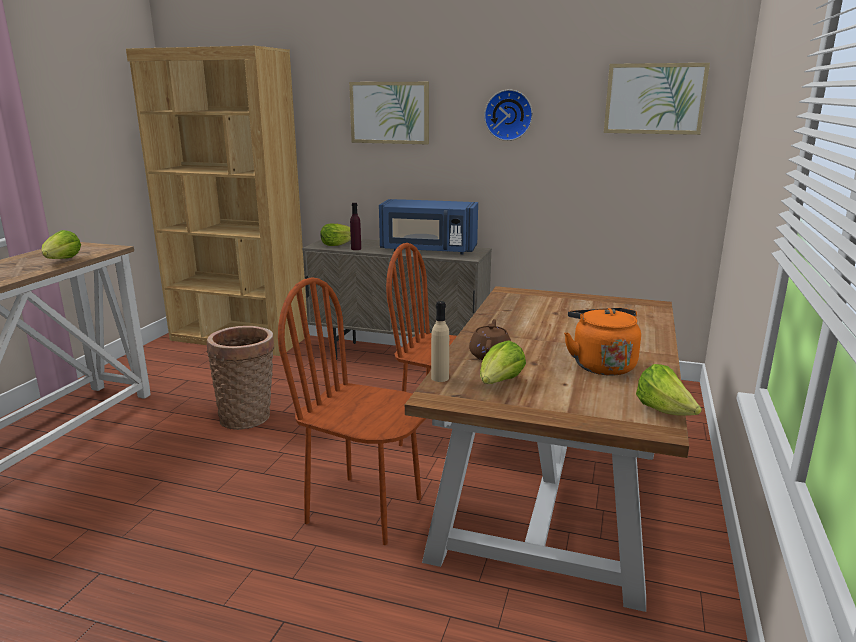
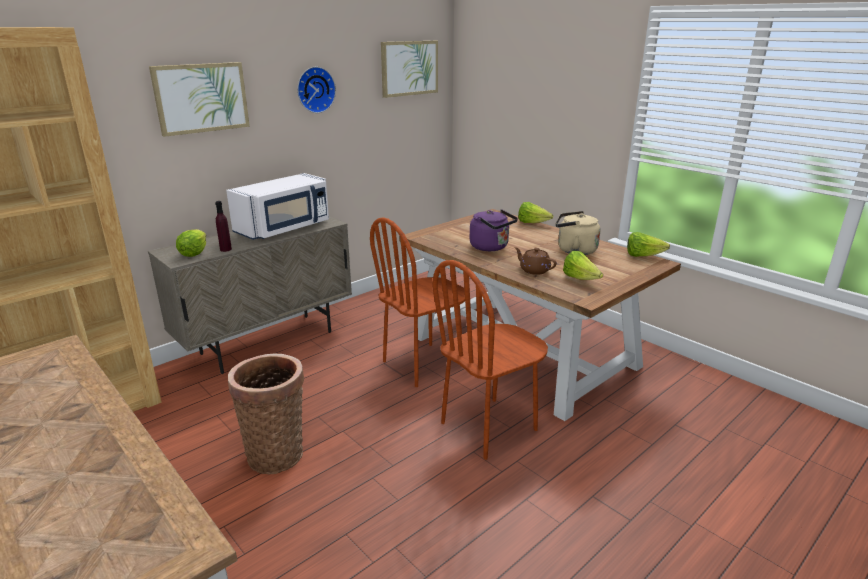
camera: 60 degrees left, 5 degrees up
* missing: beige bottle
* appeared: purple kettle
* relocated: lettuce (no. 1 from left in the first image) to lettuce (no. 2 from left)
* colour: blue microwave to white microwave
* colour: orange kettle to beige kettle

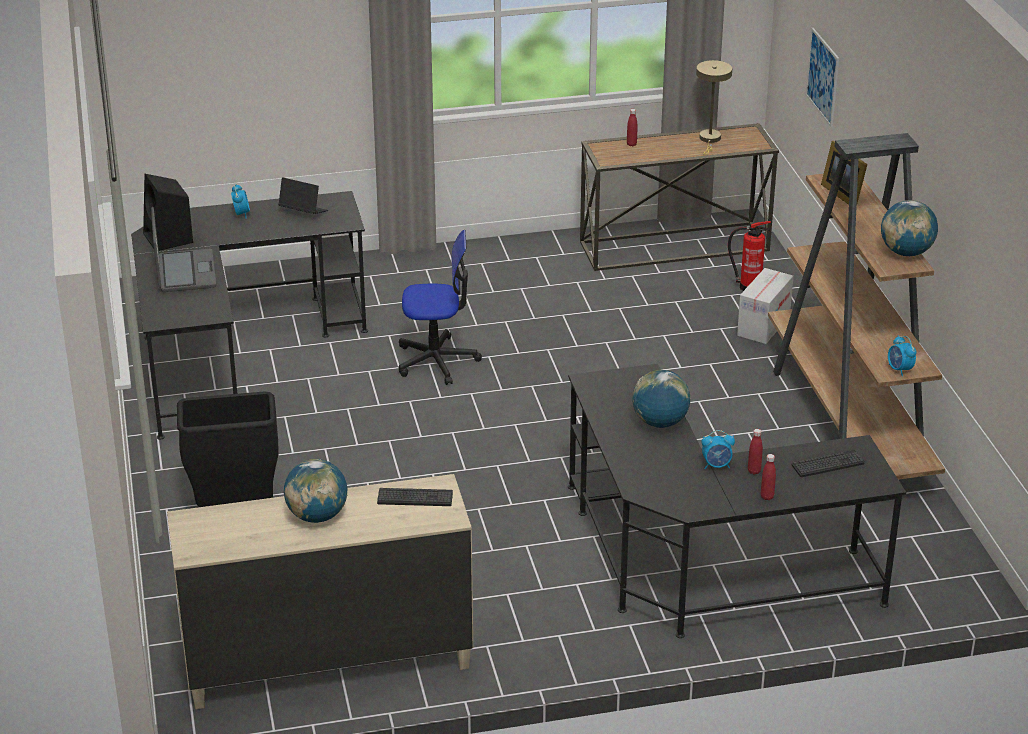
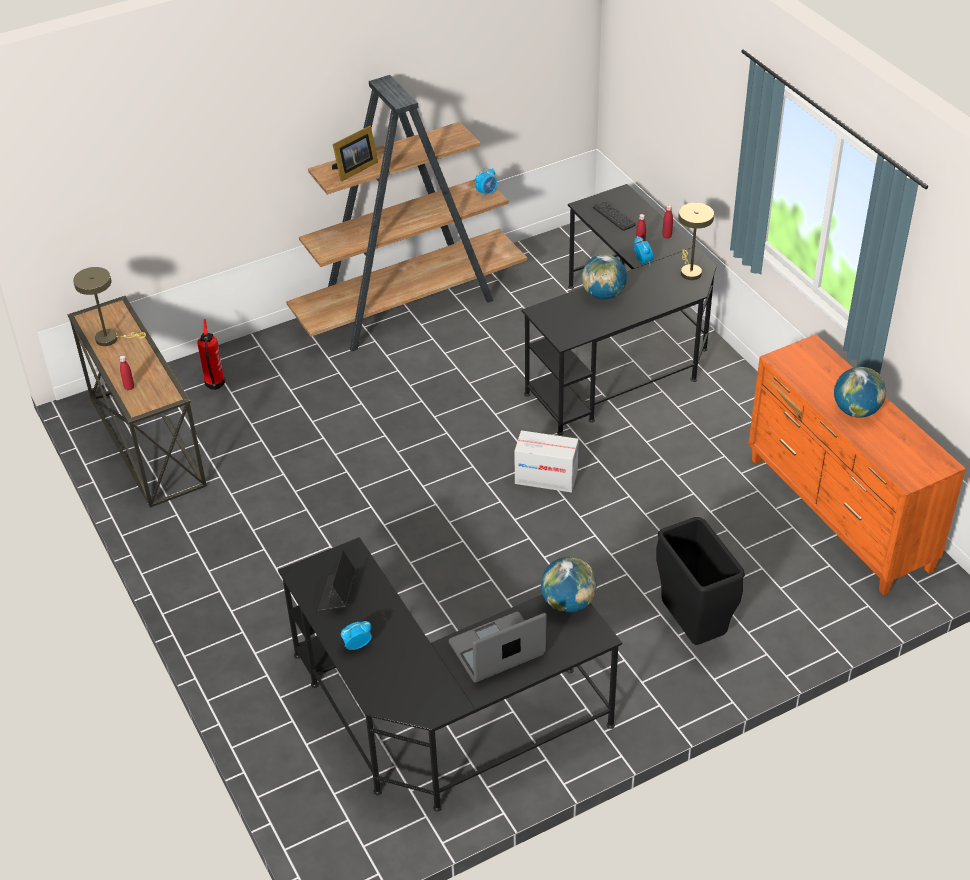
camera: 105 degrees left, 10 degrees up
* missing: black speaker
* missing: keyboard (no. 1 from left)
* missing: office chair
* missing: picture
* appeared: beige table lamp (no. 2 from left)
* relocated: cardboard box
* relocated: globe (no. 3 from left in the first image) to globe (no. 1 from left)
* colour: beige dresser to orange dresser

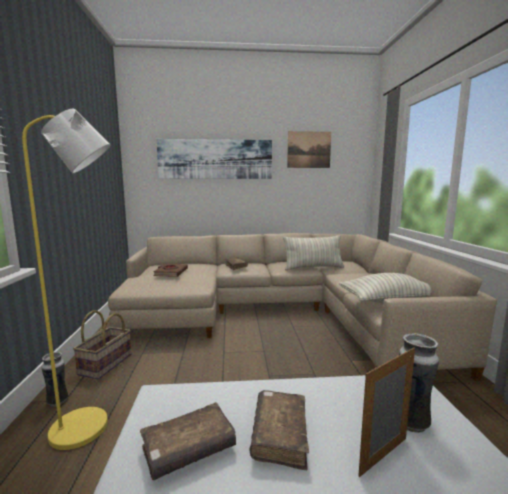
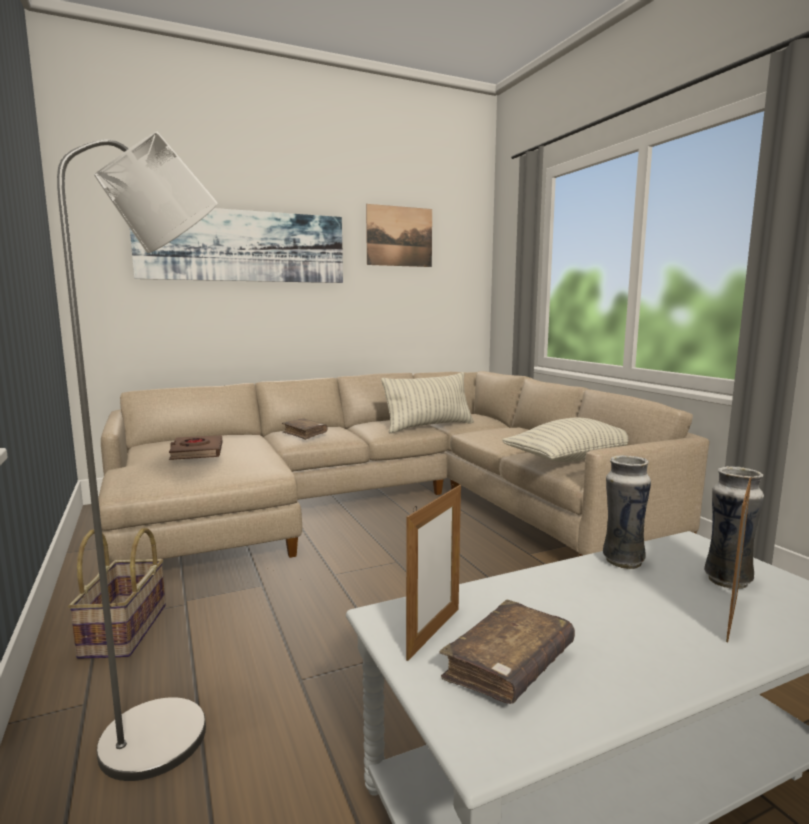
camera: 20 degrees left, 0 degrees up
* missing: brown book (no. 4 from left)
* appeared: picture frame (no. 1 from left)
* relocated: vase (no. 1 from left)
* colour: yellow floor lamp to grey floor lamp

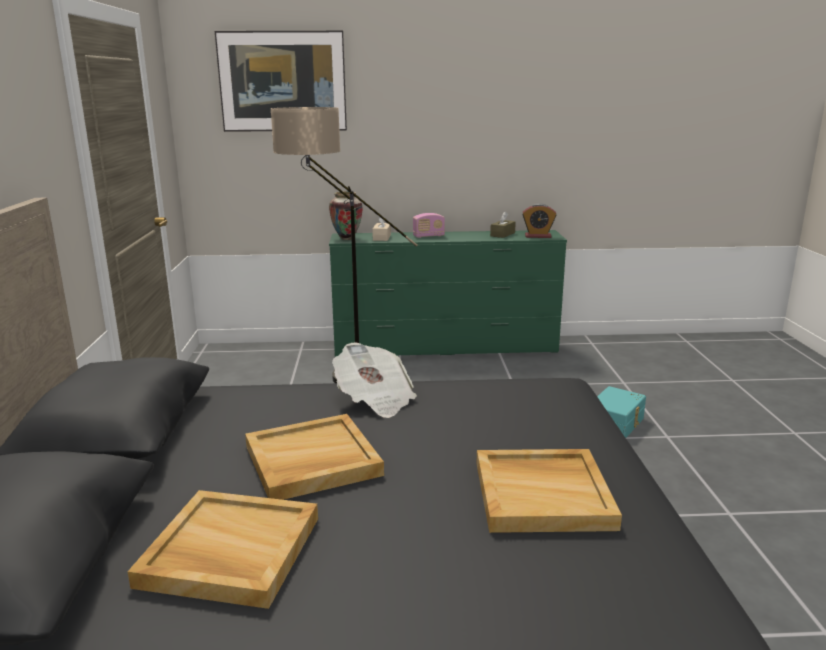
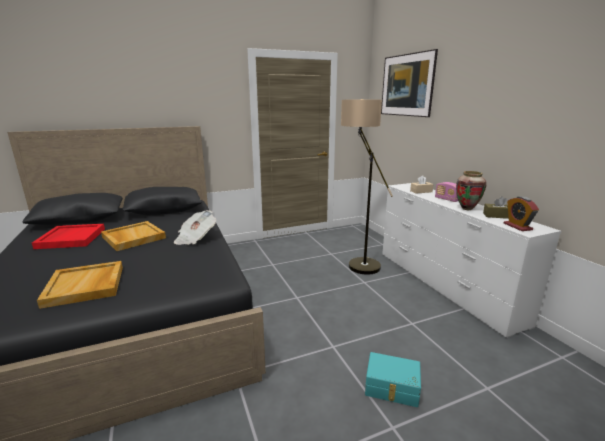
camera: 70 degrees right, 0 degrees up
* relocated: vase
* colour: beige tray (no. 1 from left) to red tray
* colour: green dresser to white dresser

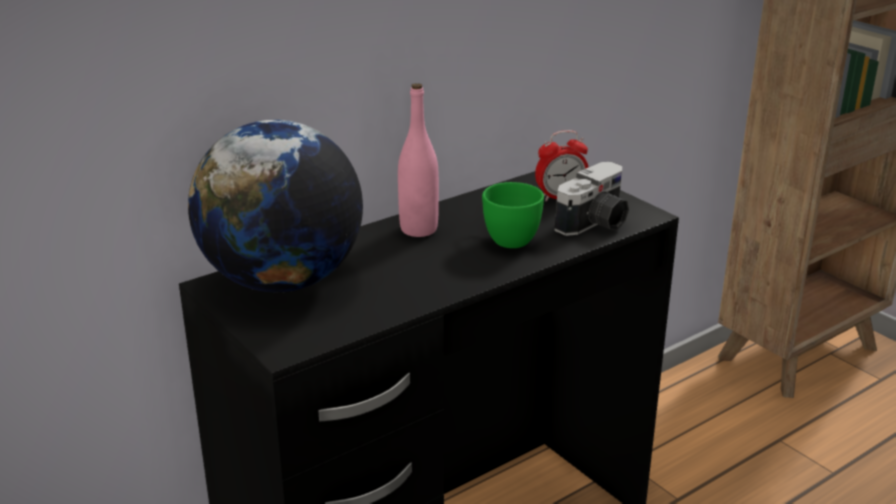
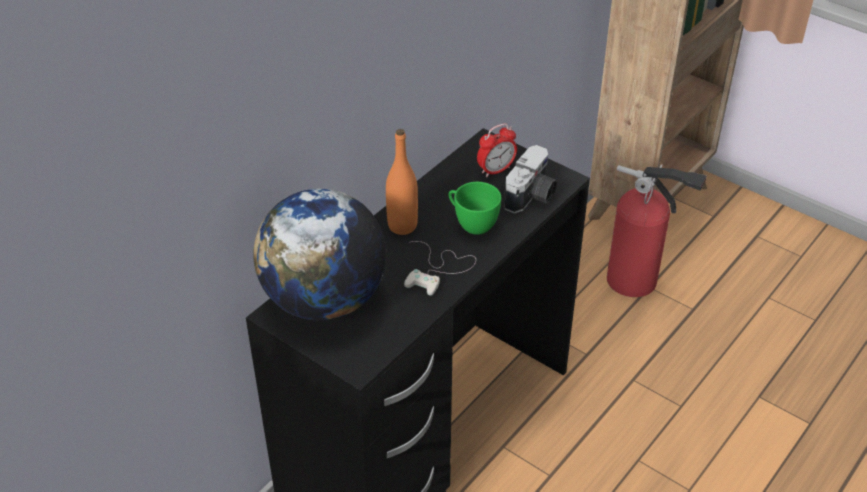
camera: 15 degrees left, 15 degrees up
* appeared: white game controller
* appeared: fire extinguisher
* colour: pink bottle to orange bottle

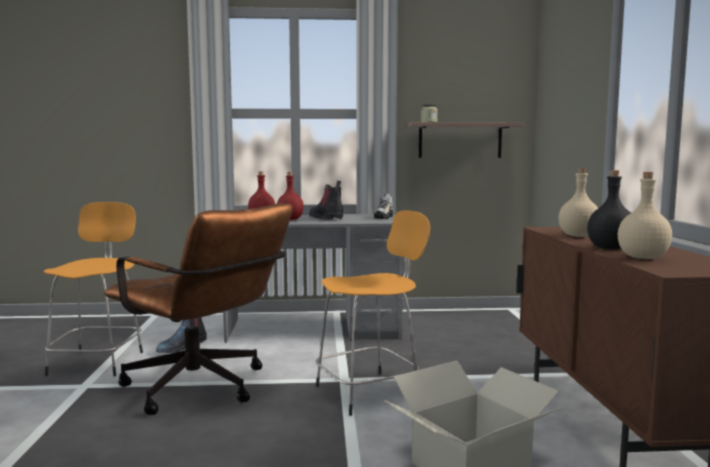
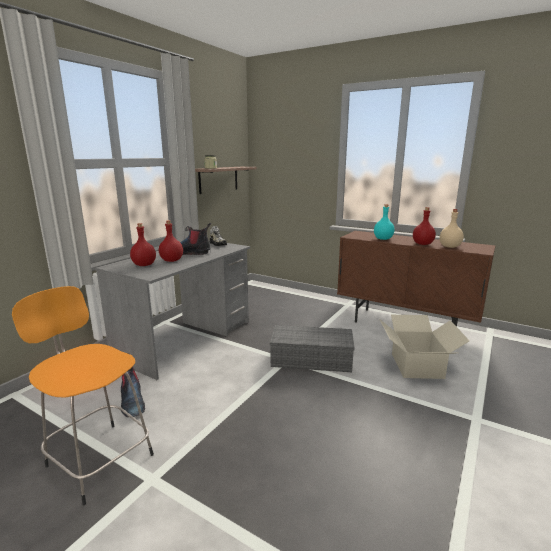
camera: 55 degrees left, 10 degrees up
* missing: brown office chair
* exchanged: orange stool (no. 2 from left) to grey storage box
* colour: beige bottle (no. 1 from left) to turquoise bottle
* colour: black bottle to red bottle (no. 3 from left)

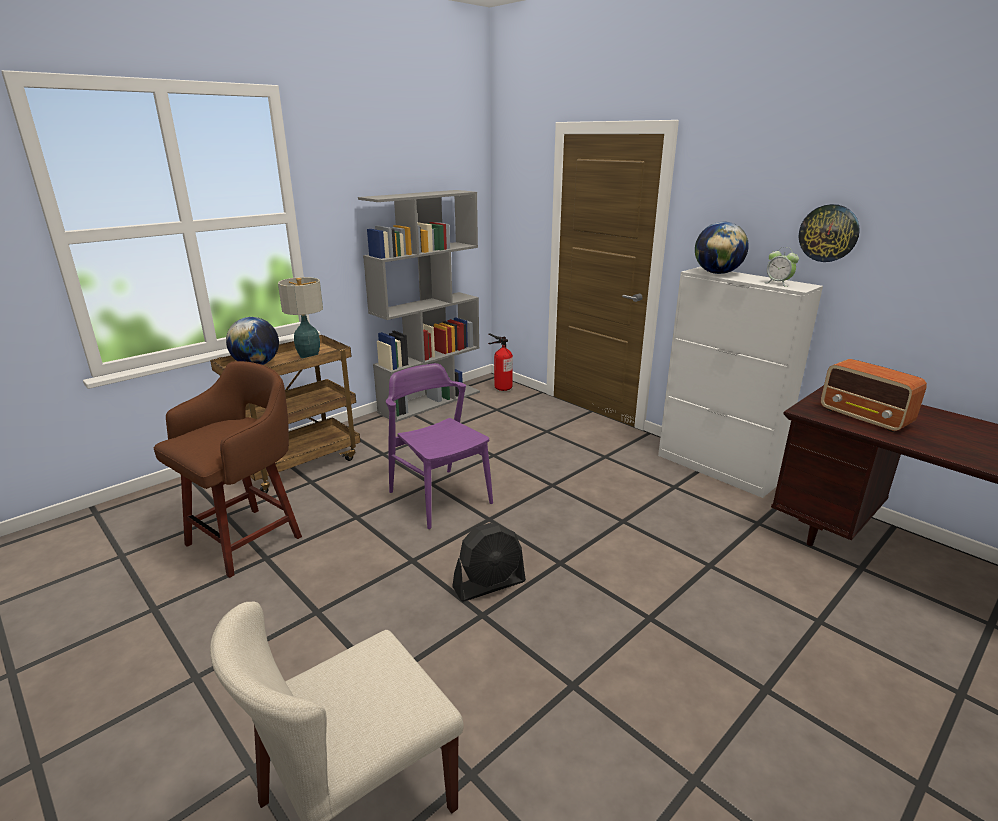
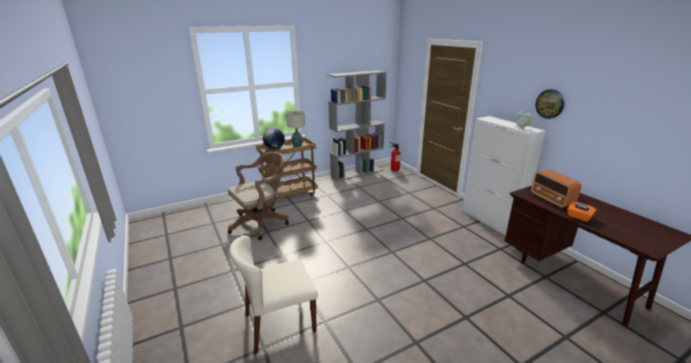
camera: 15 degrees right, 0 degrees up
* missing: purple chair
* missing: black fan
* missing: globe (no. 2 from left)
* appeared: orange tissue box
* exchanged: brown stool to brown office chair

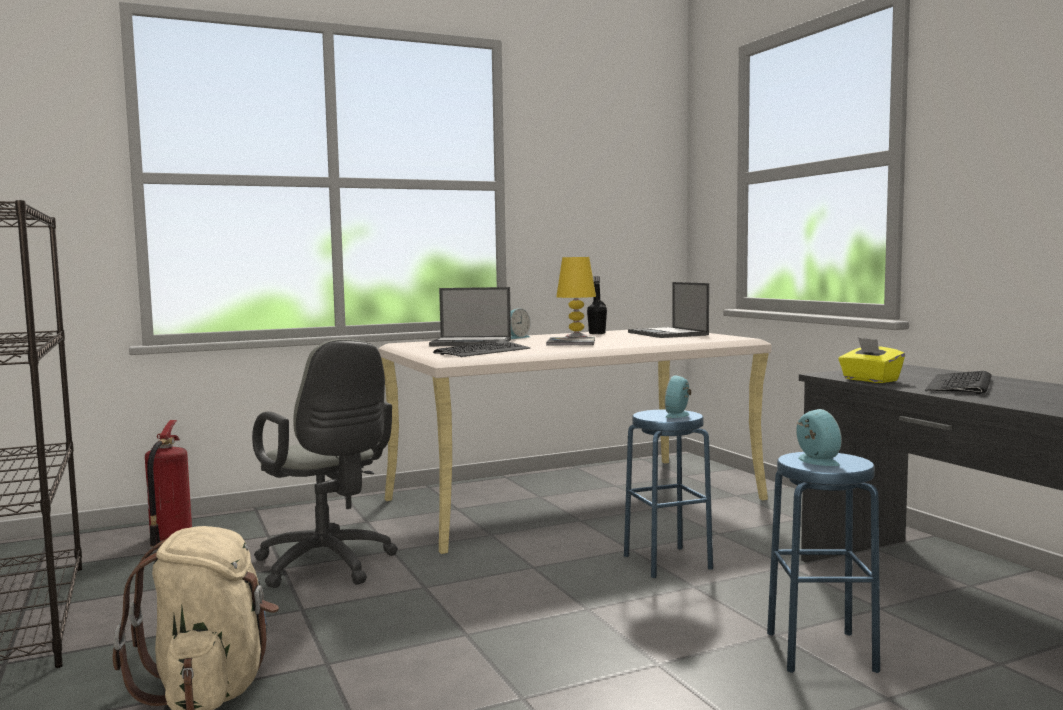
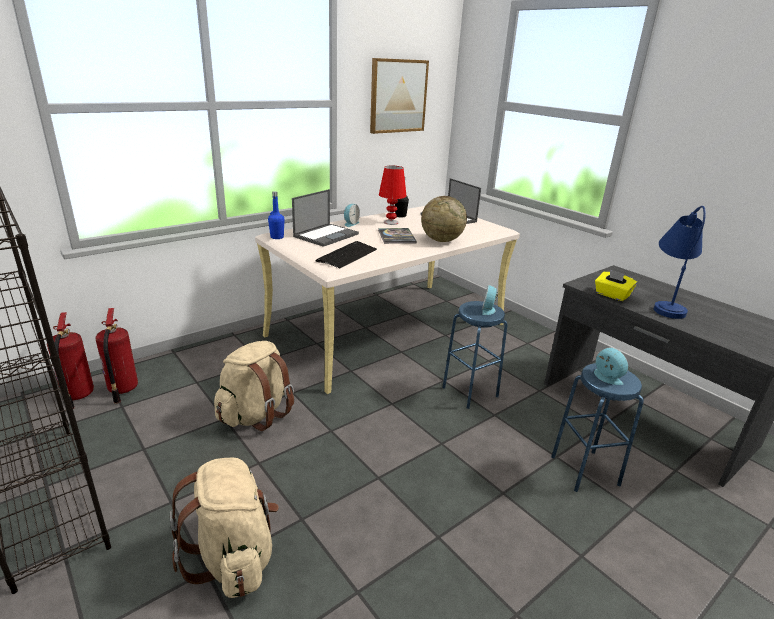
camera: 15 degrees left, 20 degrees up
* appeared: fire extinguisher (no. 1 from left)
* appeared: blue bottle
* appeared: picture
* appeared: globe
* exchanged: grey office chair to beige backpack (no. 2 from left)
* exchanged: keyboard (no. 2 from left) to blue table lamp
* colour: yellow table lamp to red table lamp
* spun: laptop (no. 1 from left) 45 degrees counterclockwise

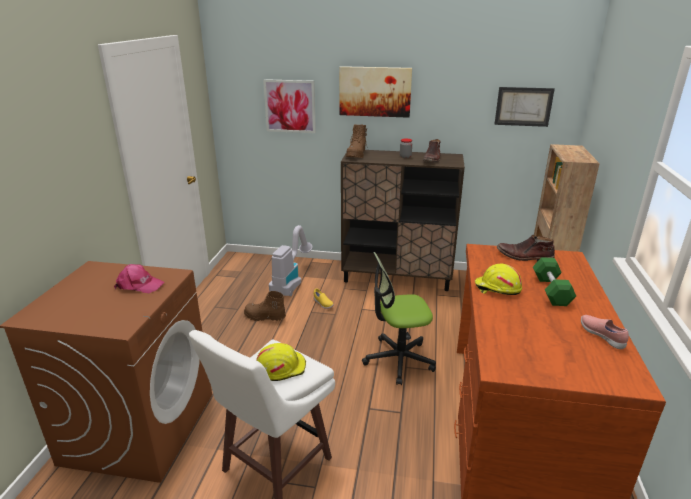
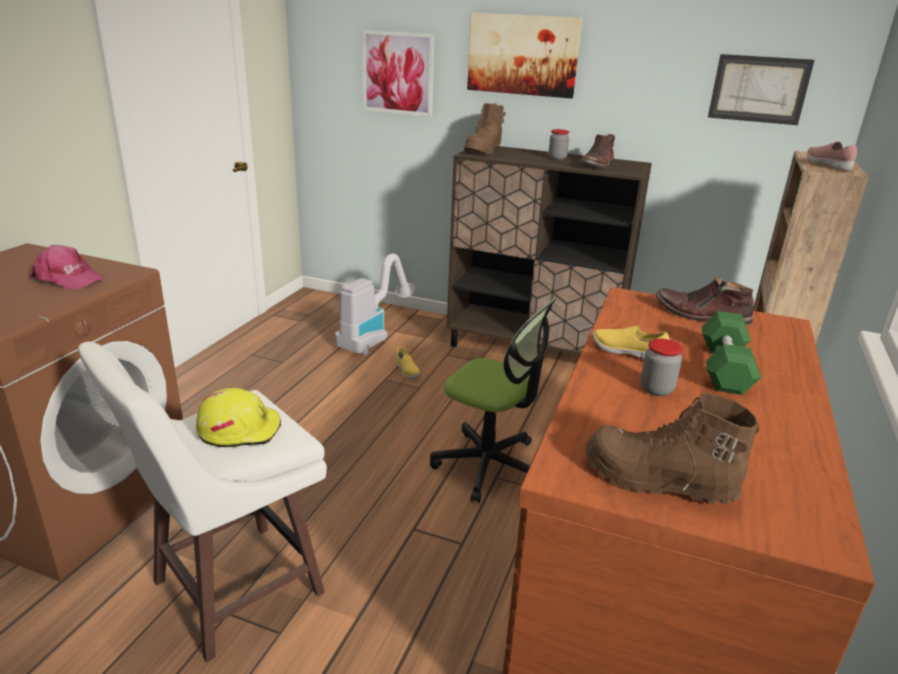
camera: 10 degrees right, 0 degrees up
* appeared: jar (no. 2 from left)
* relocated: brown boot (no. 1 from left in the first image) to brown boot (no. 3 from left)
* relocated: pink shoe
* exchanged: yellow hard hat (no. 2 from left) to yellow shoe (no. 2 from left)
* spun: office chair 150 degrees counterclockwise

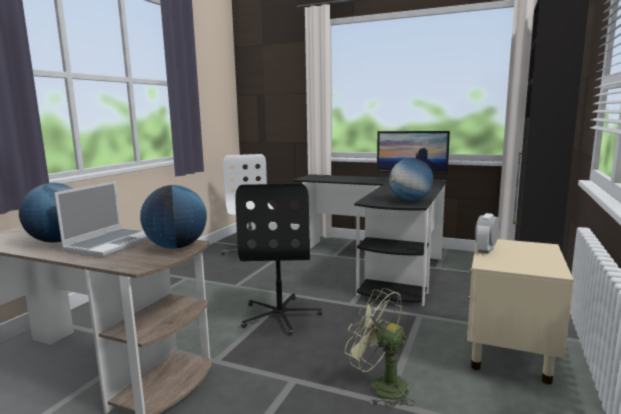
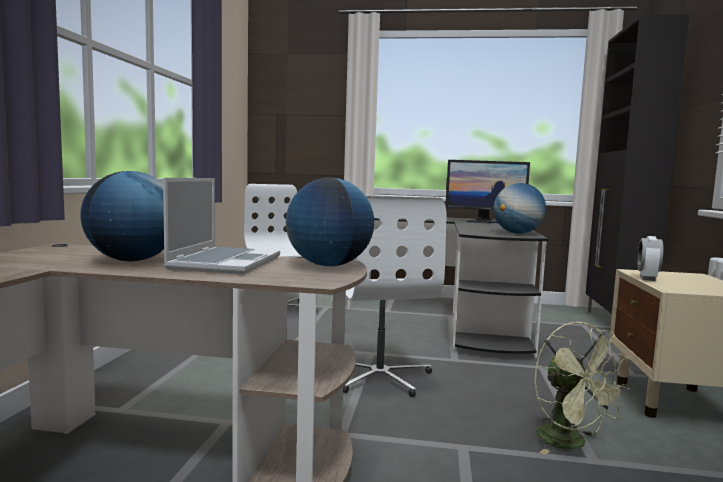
camera: 15 degrees left, 5 degrees down
* colour: black office chair to white office chair (no. 2 from left)
* spun: green fan 135 degrees counterclockwise

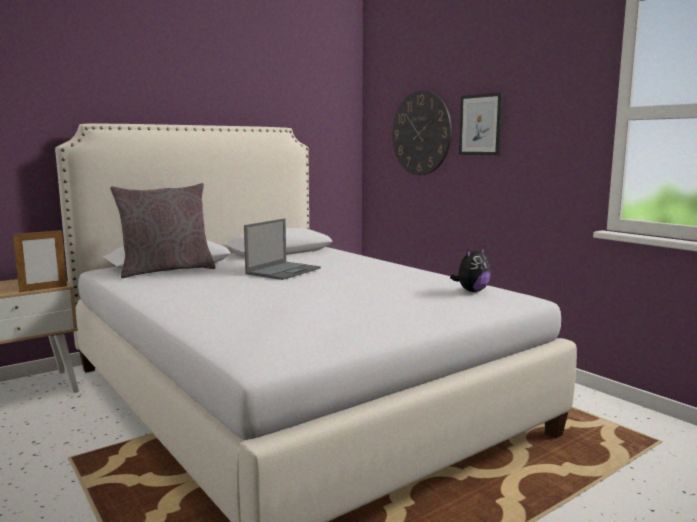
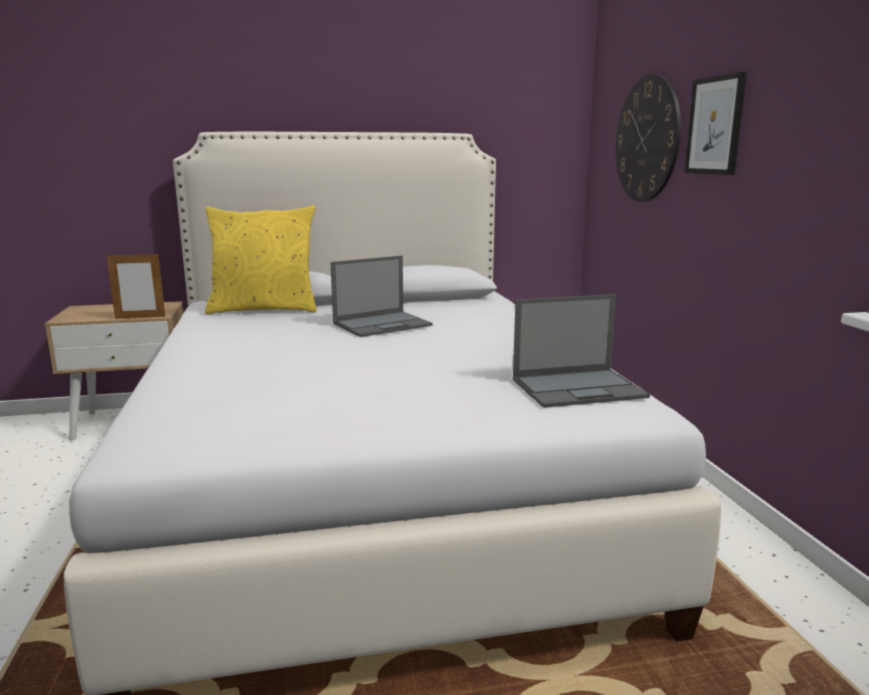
camera: 25 degrees right, 5 degrees up
* exchanged: plush toy to laptop (no. 2 from left)
* colour: grey pillow to yellow pillow

